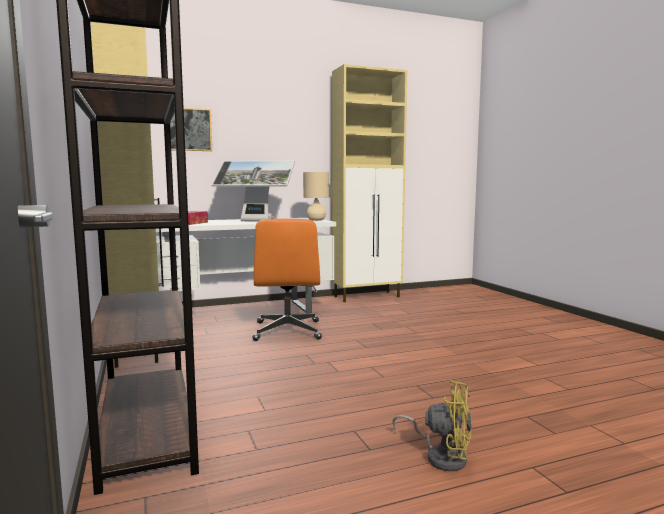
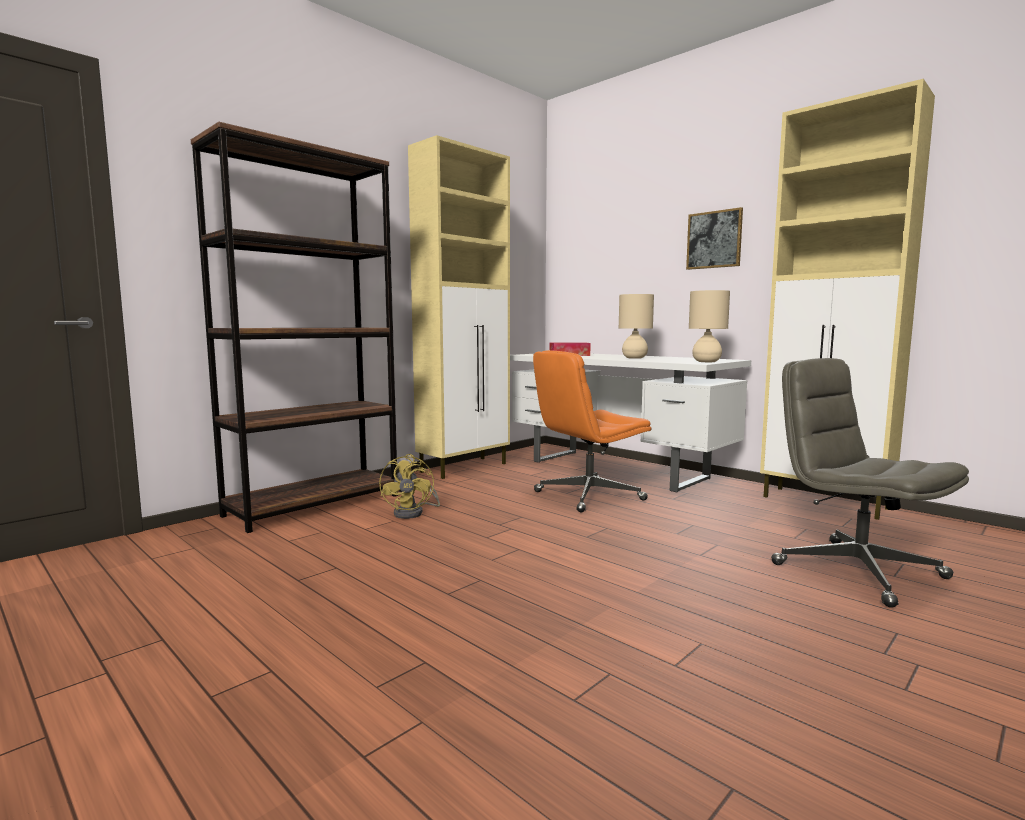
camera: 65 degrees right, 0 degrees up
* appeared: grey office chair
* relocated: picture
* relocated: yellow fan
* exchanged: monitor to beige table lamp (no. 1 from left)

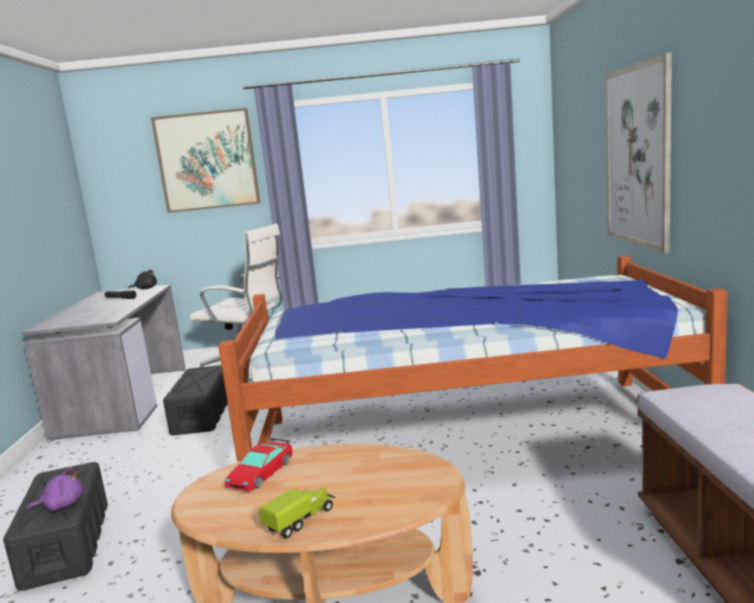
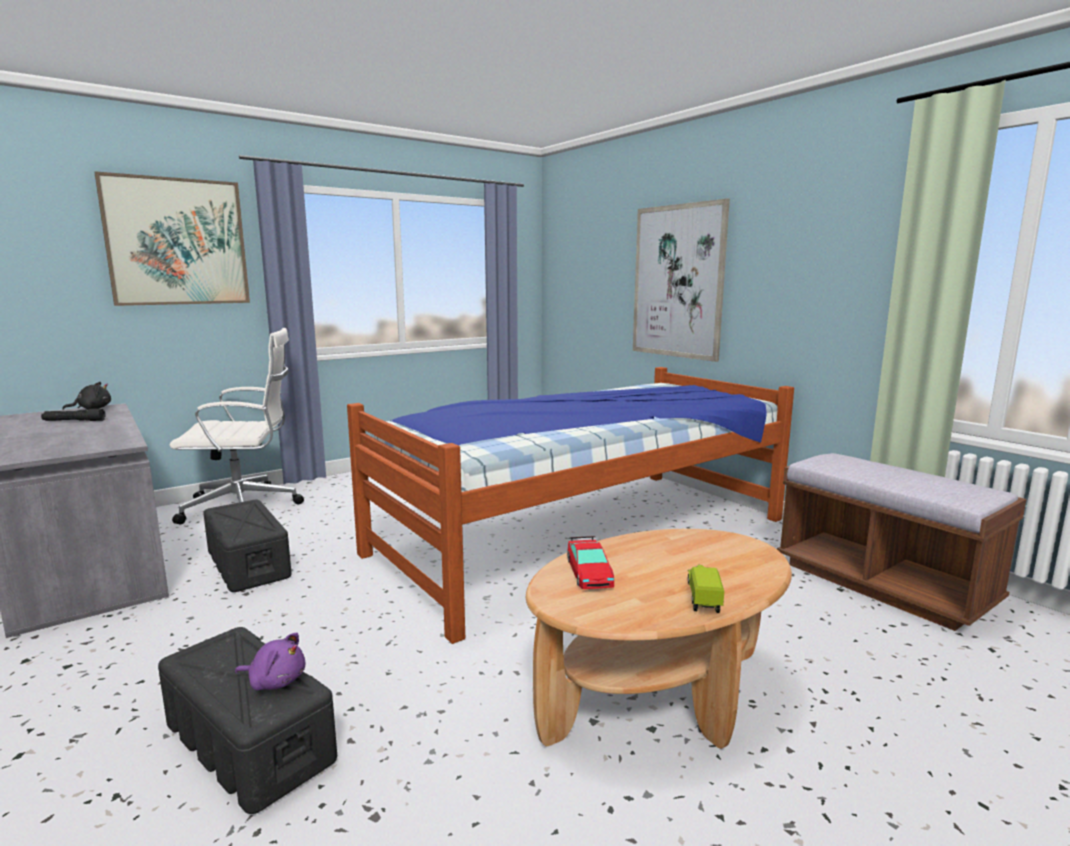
camera: 35 degrees left, 0 degrees up
* spun: purple plush toy 60 degrees clockwise

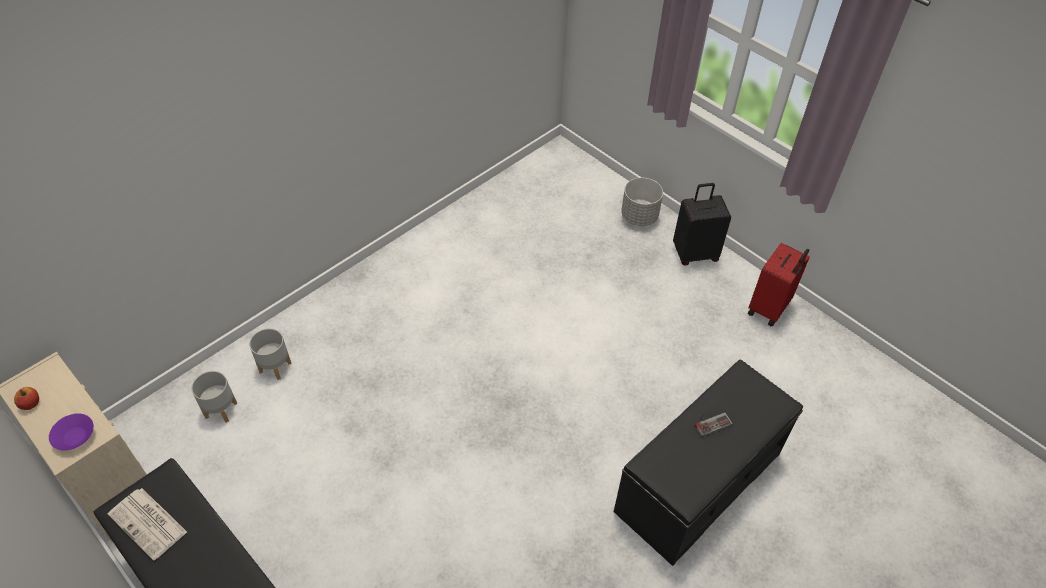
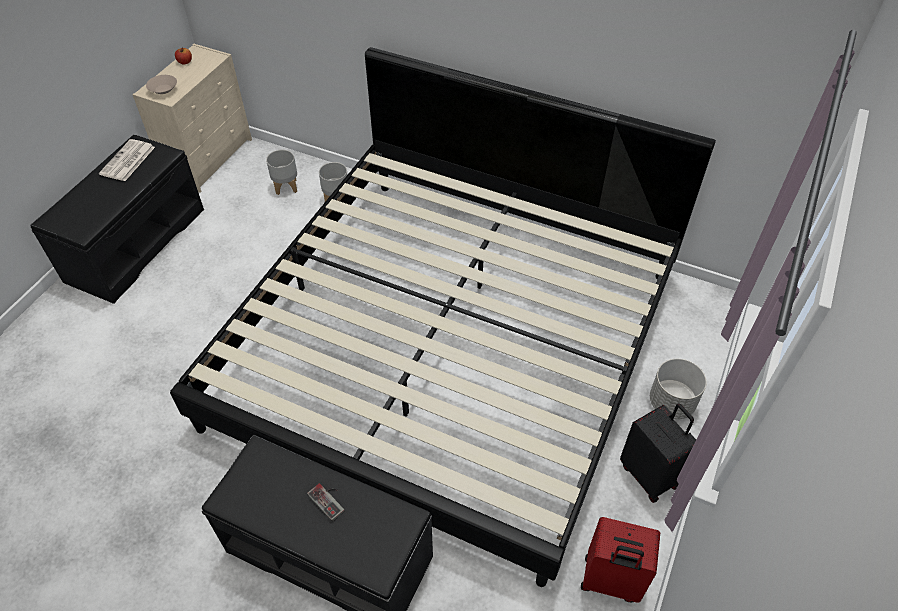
camera: 70 degrees right, 0 degrees up
* appeared: bed
* colour: purple bowl to beige bowl

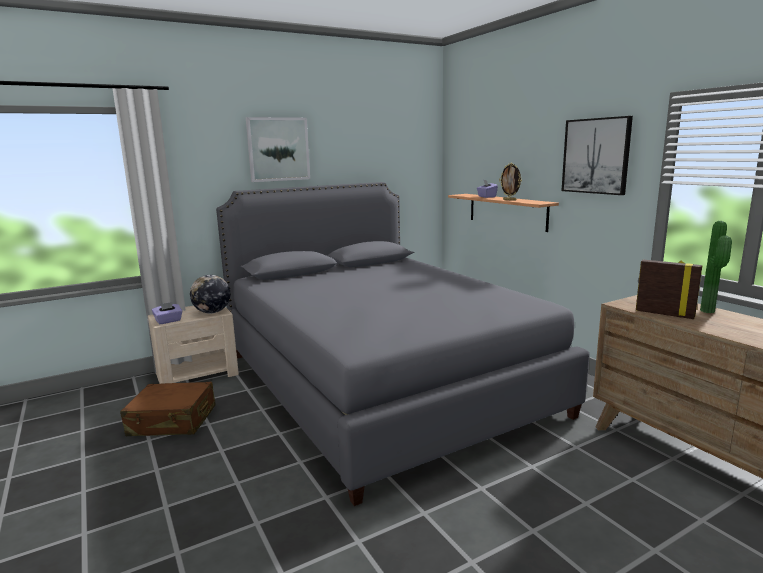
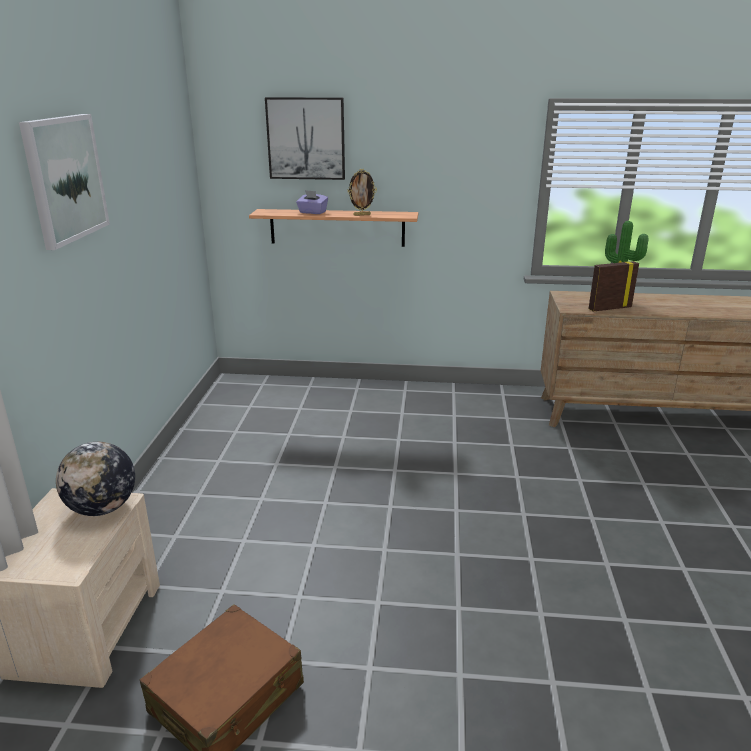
camera: 55 degrees left, 10 degrees up
* missing: purple tissue box (no. 1 from left)
* missing: grey bed
* relocated: picture (no. 2 from left)

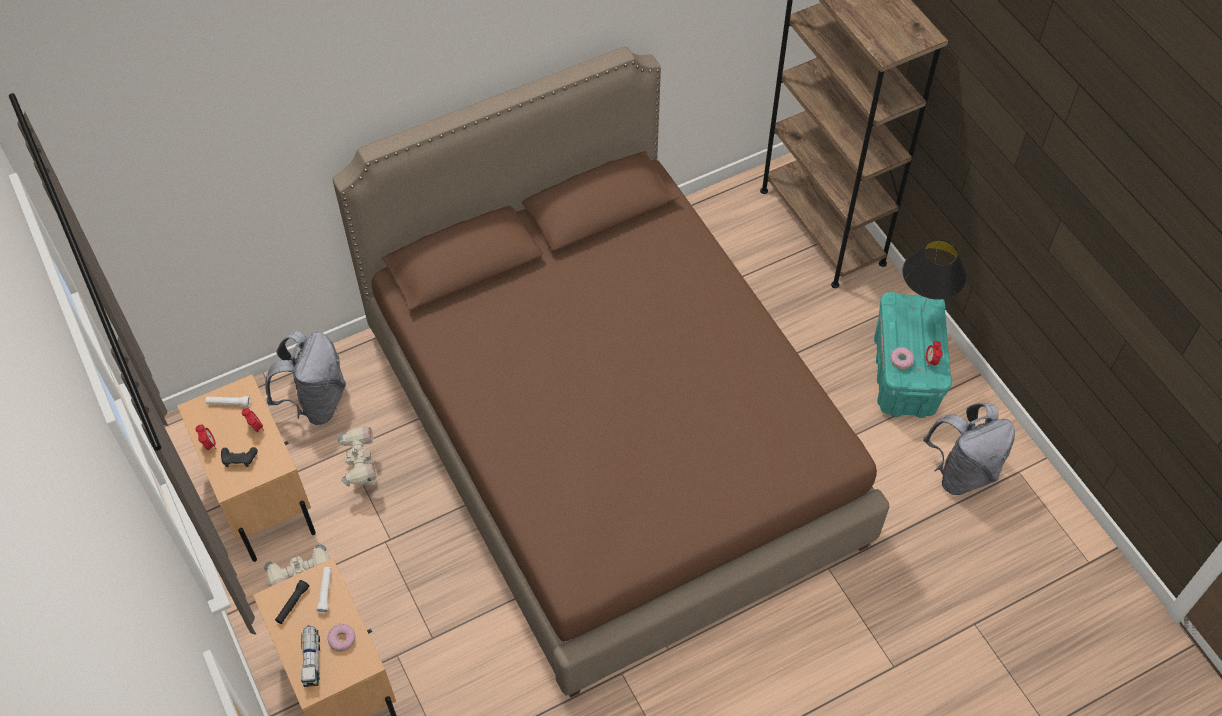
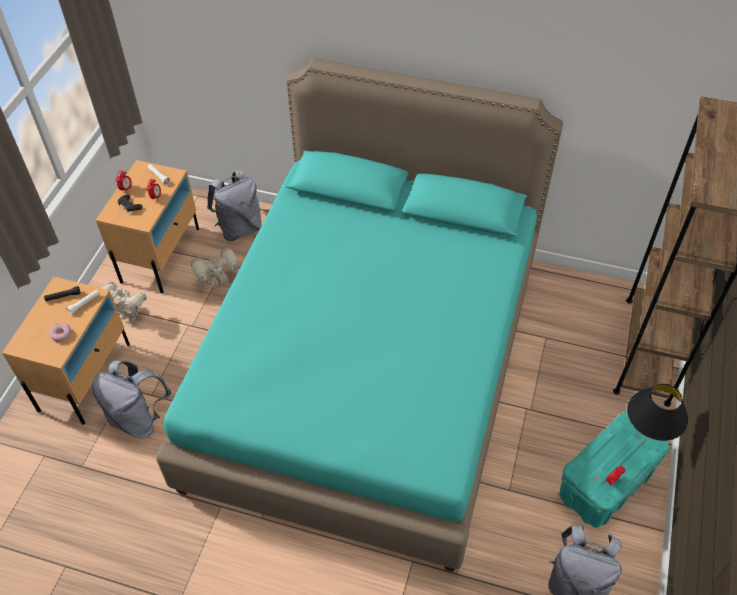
camera: 45 degrees right, 5 degrees down
* missing: toy truck
* missing: donut (no. 2 from left)
* appeared: grey backpack (no. 1 from left)
* colour: brown bed to turquoise bed
* spun: toy robot (no. 2 from left) 150 degrees counterclockwise

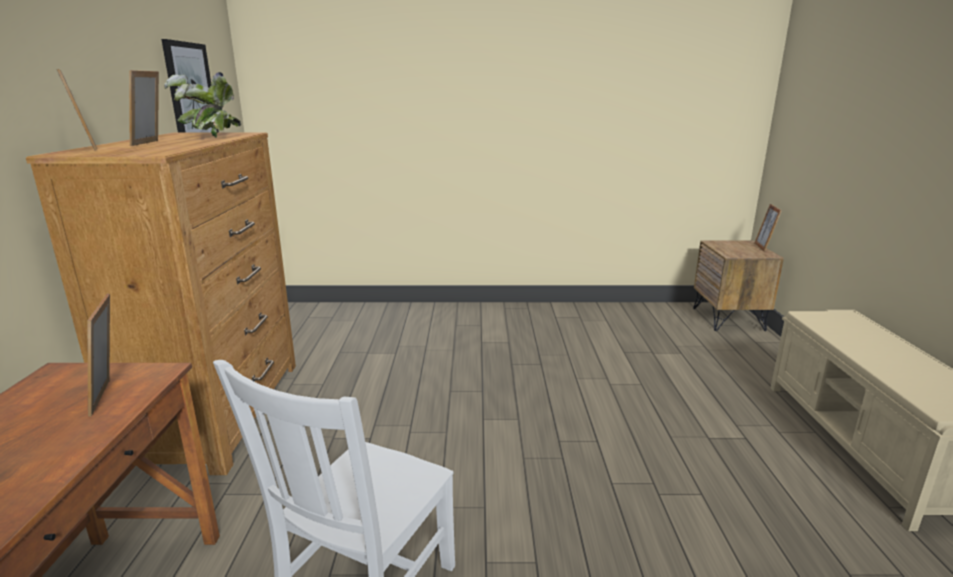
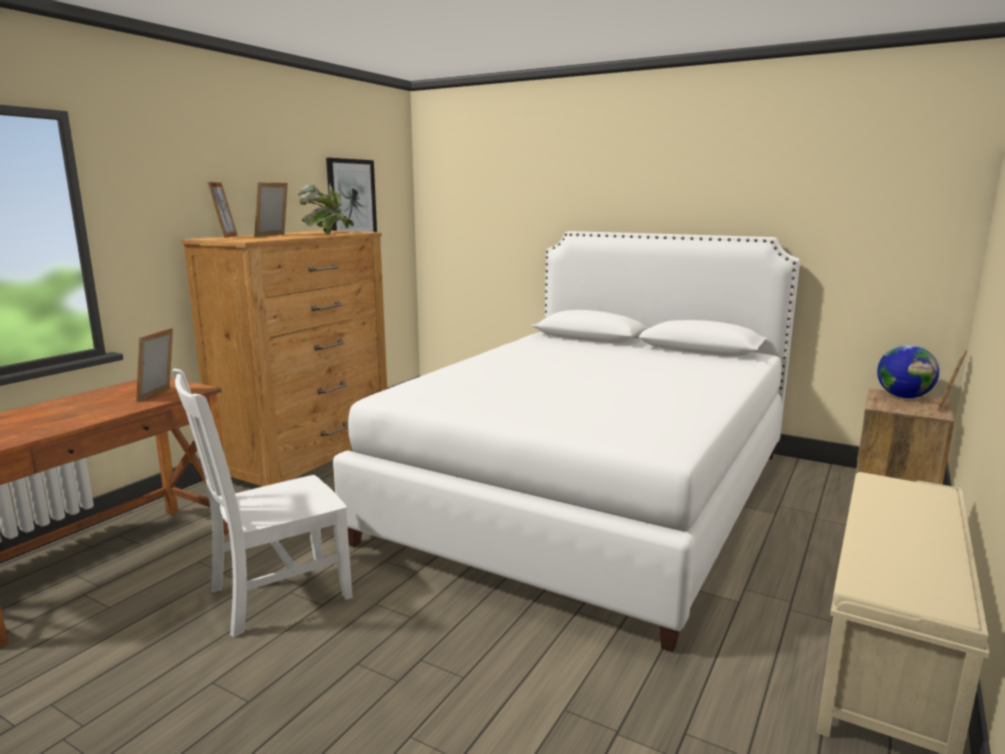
camera: 30 degrees right, 5 degrees down
* appeared: white bed
* appeared: globe

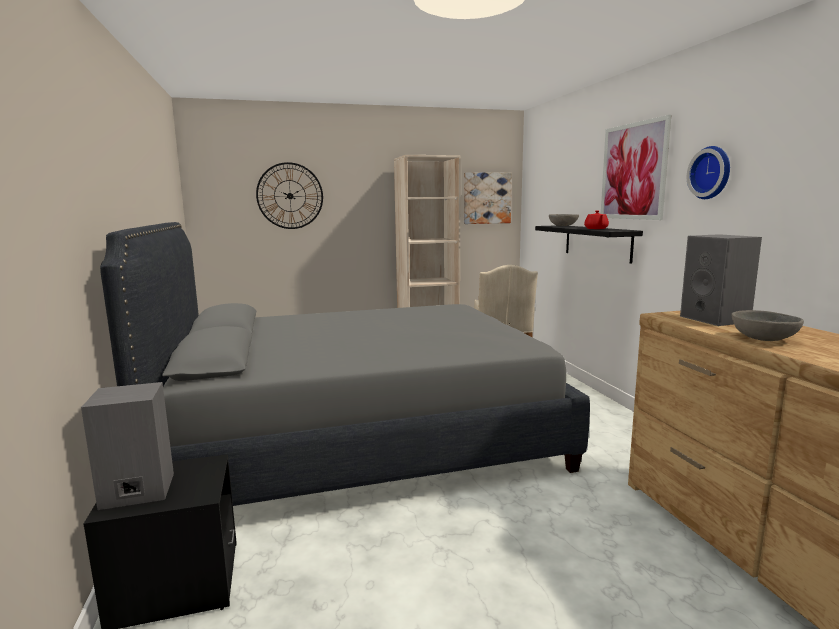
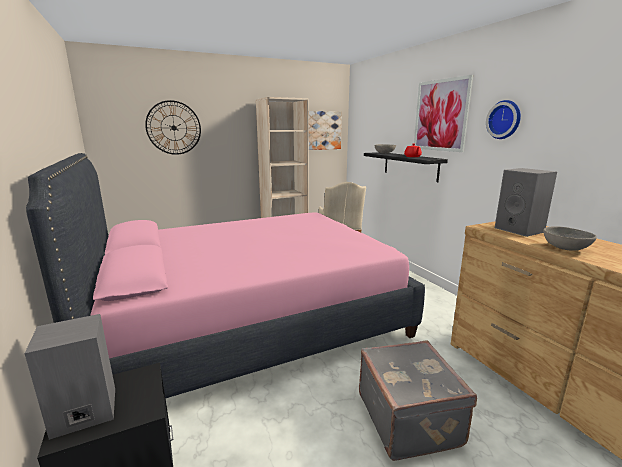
camera: 10 degrees left, 5 degrees up
* appeared: grey suitcase
* colour: grey bed to pink bed

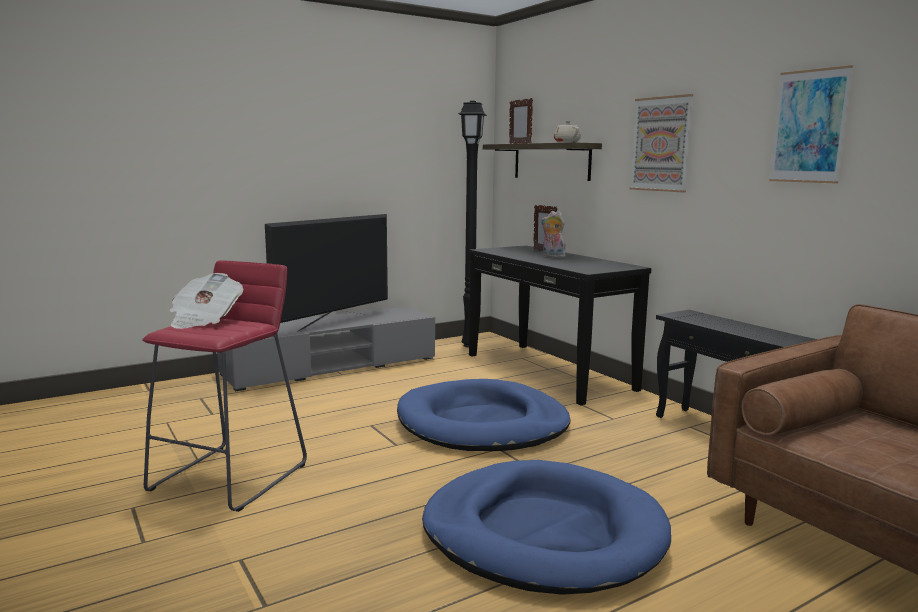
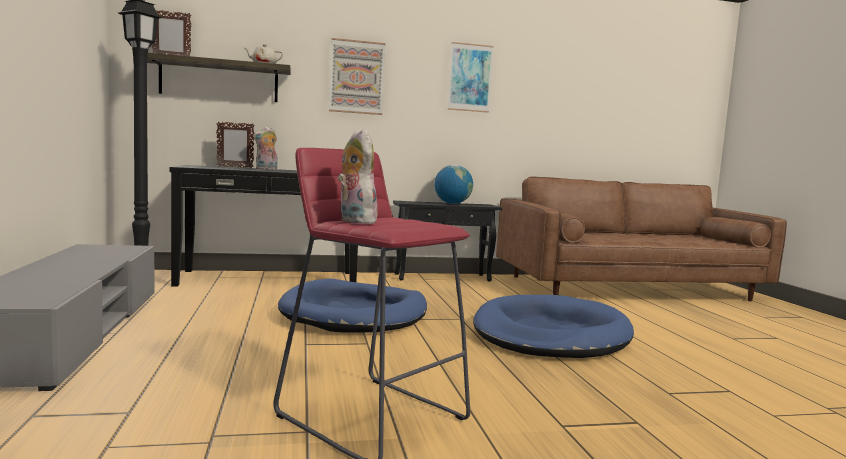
camera: 70 degrees left, 5 degrees down
* missing: television
* appeared: globe
* exchanged: newspaper to plush toy (no. 2 from left)

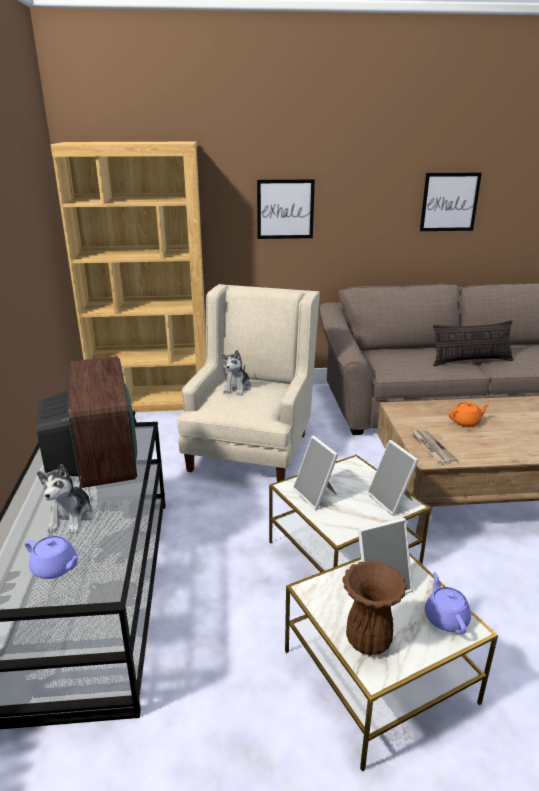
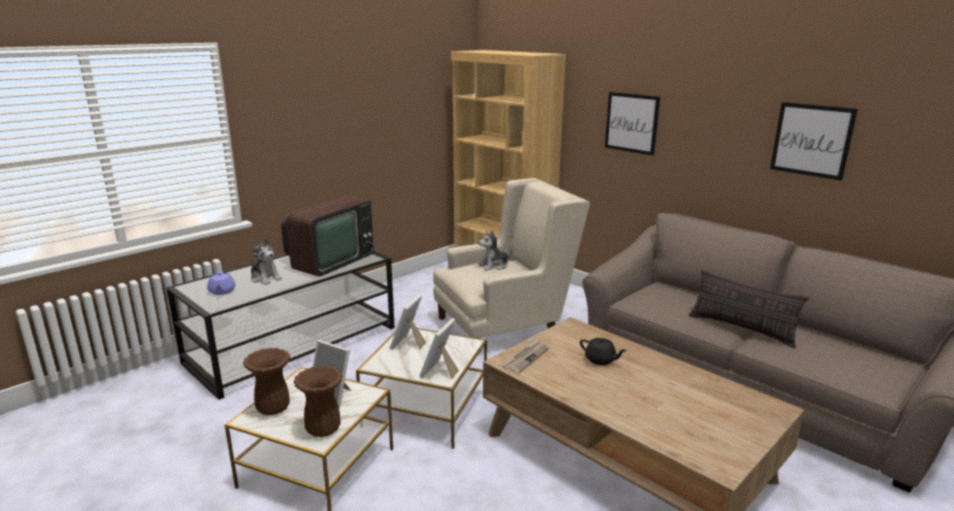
camera: 50 degrees right, 5 degrees down
* exchanged: purple teapot (no. 2 from left) to brown vase (no. 2 from left)
* colour: orange teapot to black teapot
* spun: plush toy (no. 1 from left) 105 degrees counterclockwise

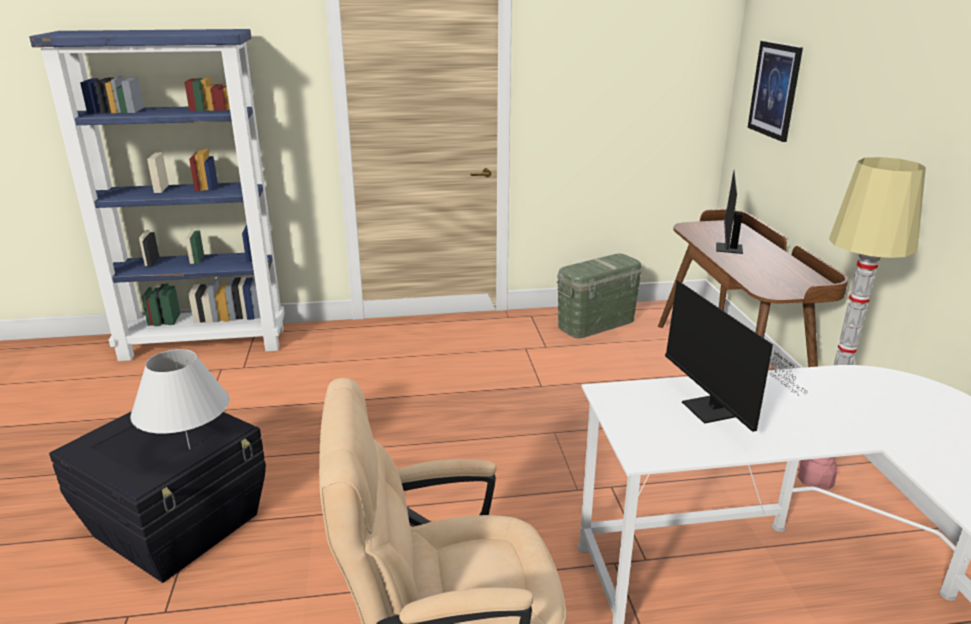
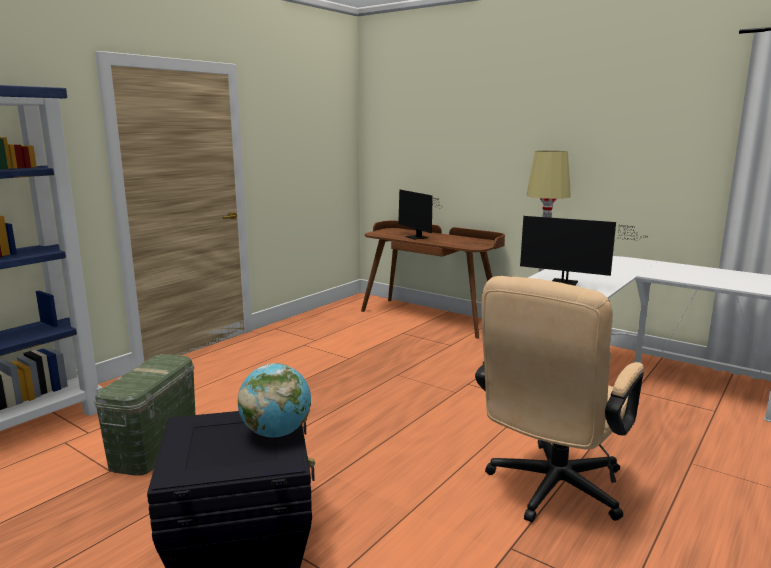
camera: 45 degrees left, 10 degrees down
* missing: picture
* relocated: green storage box
* exchanged: white table lamp to globe

